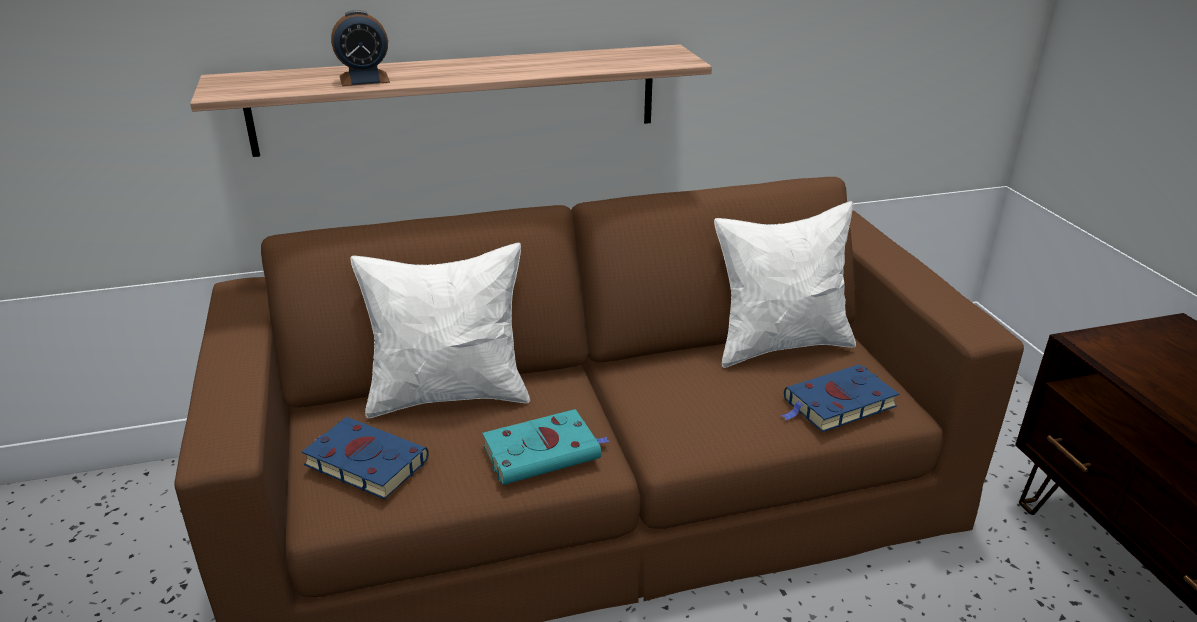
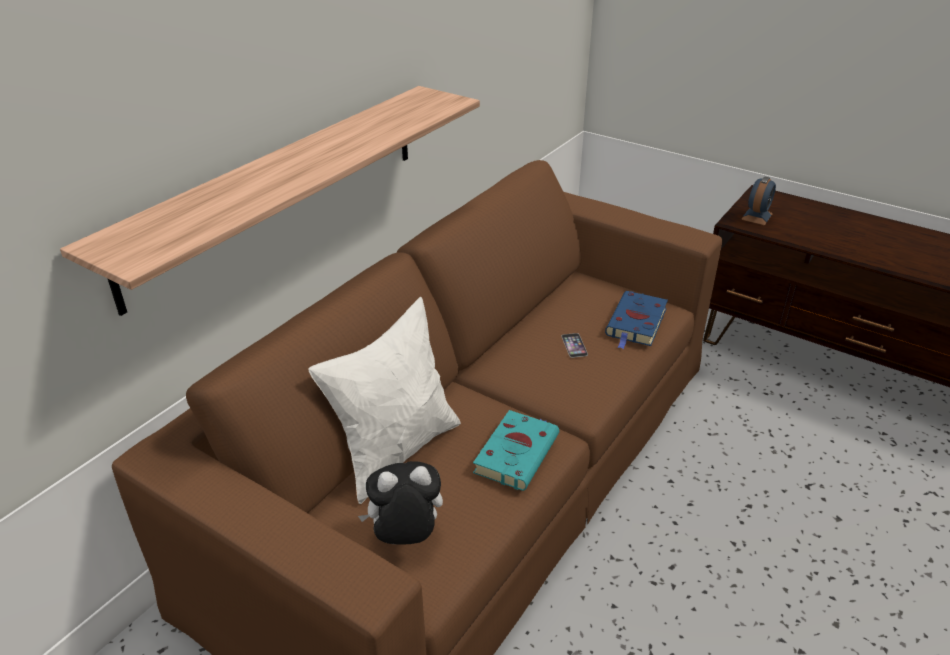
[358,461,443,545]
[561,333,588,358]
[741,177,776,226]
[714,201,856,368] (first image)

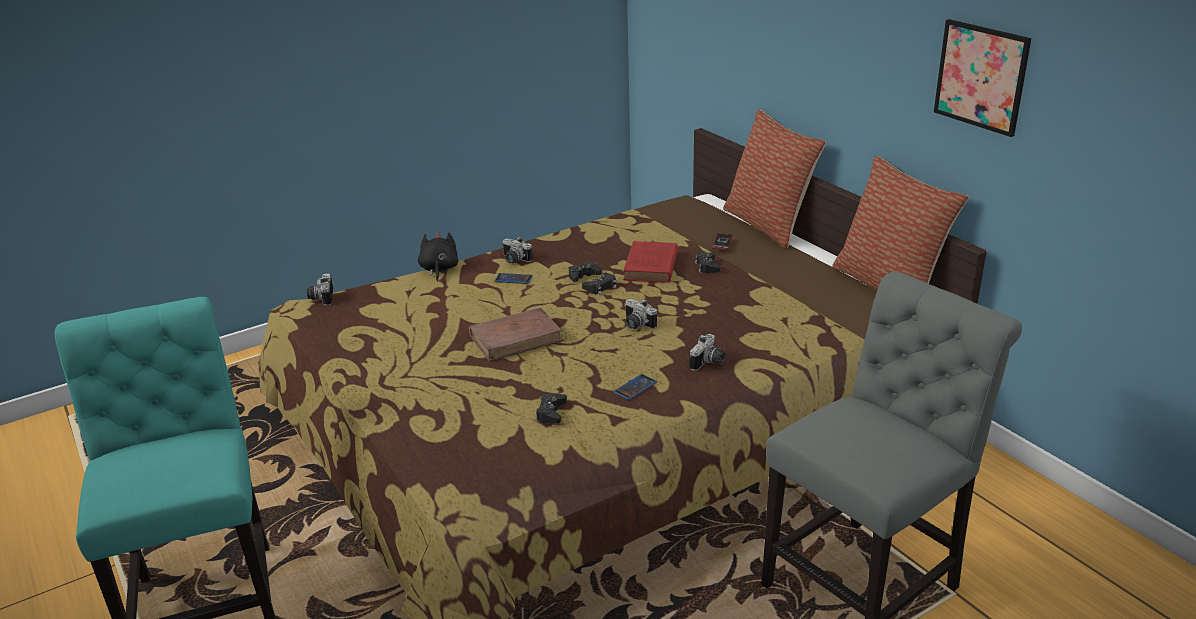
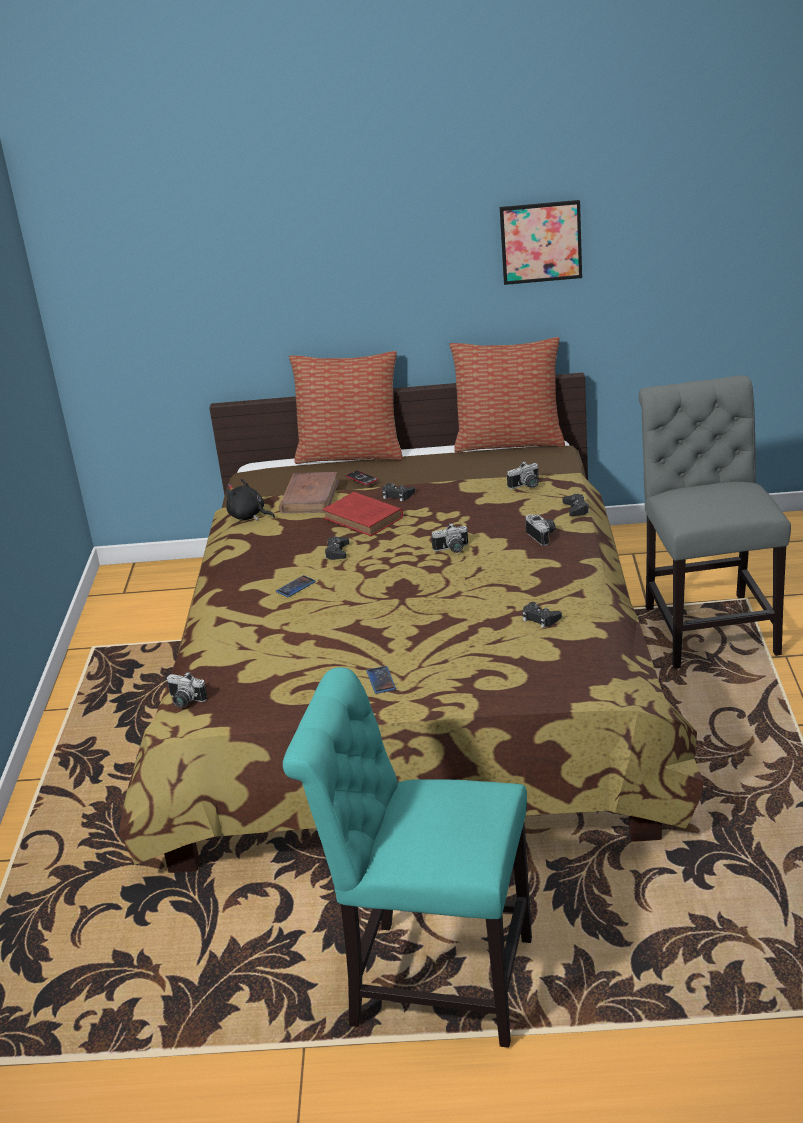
[226,478,275,521]
[279,472,340,513]
[367,666,396,694]
[507,461,539,489]
[563,494,590,516]

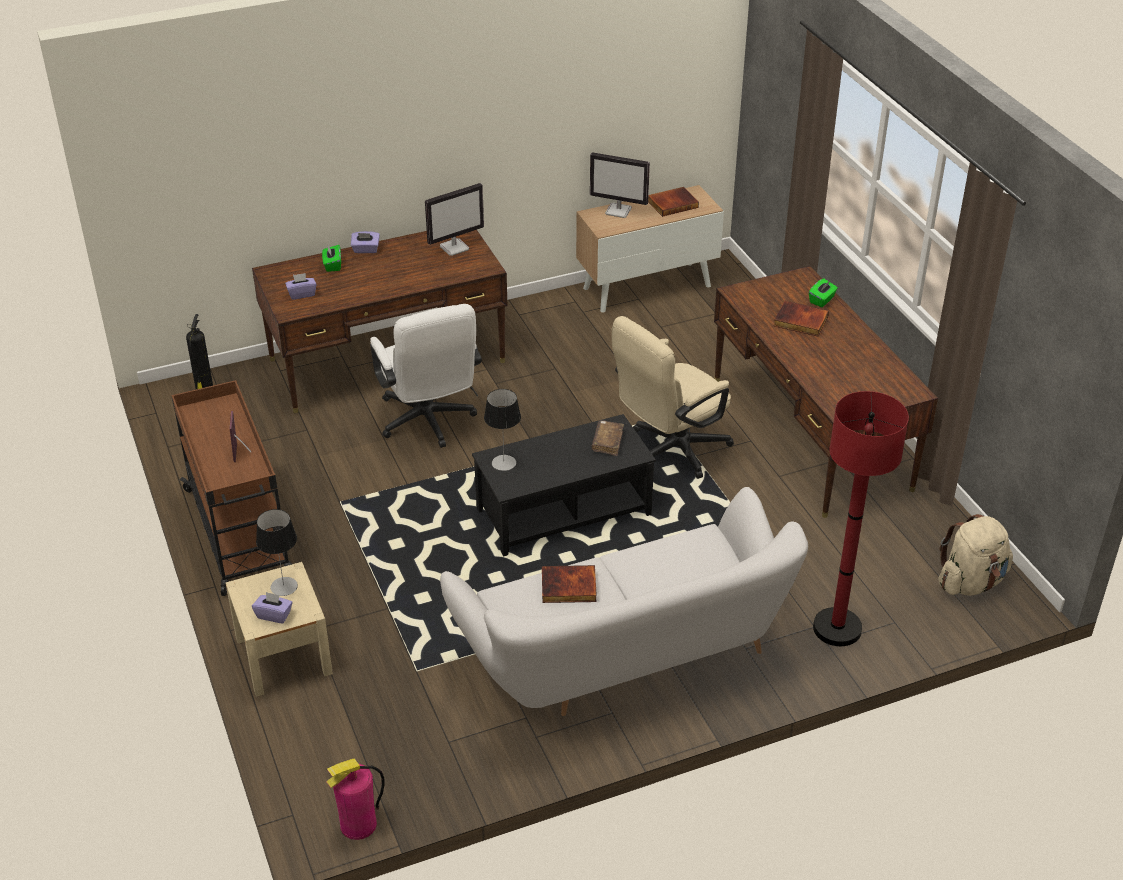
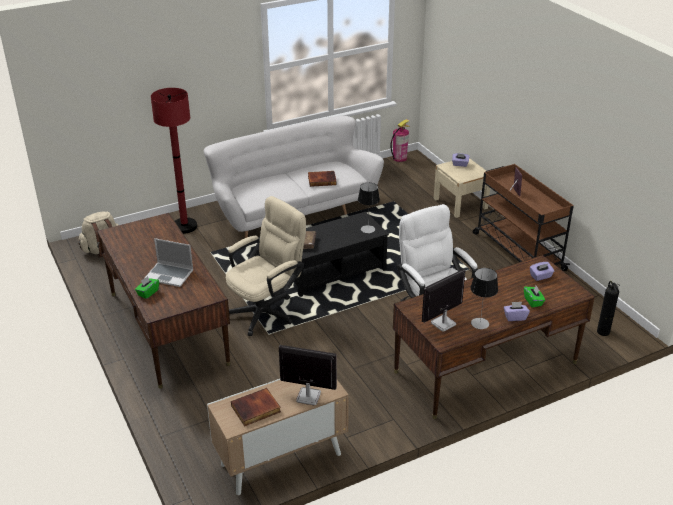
[145,238,193,287]
[470,268,498,329]

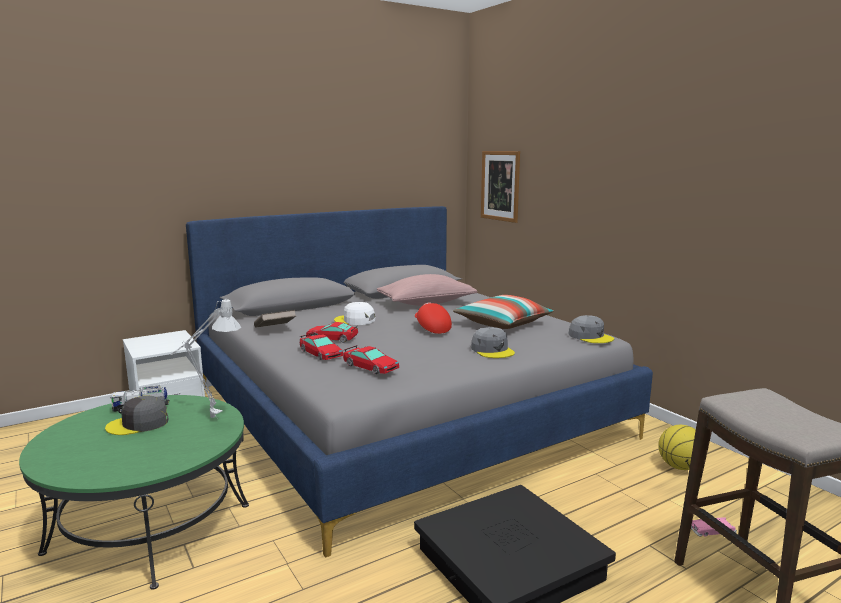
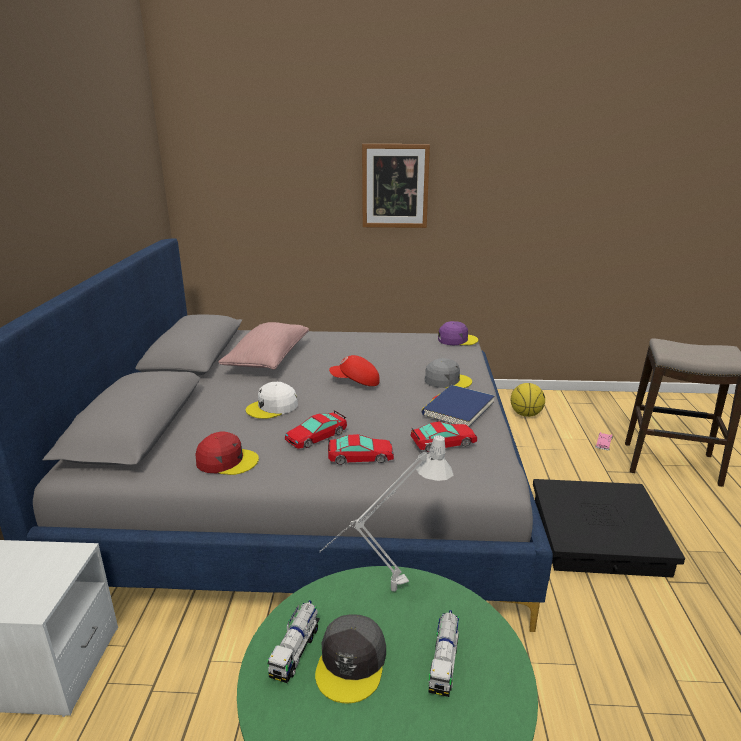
[196,432,259,475]
[362,144,430,228]
[422,385,495,427]
[428,610,459,697]
[438,321,478,345]
[453,295,554,329] (first image)

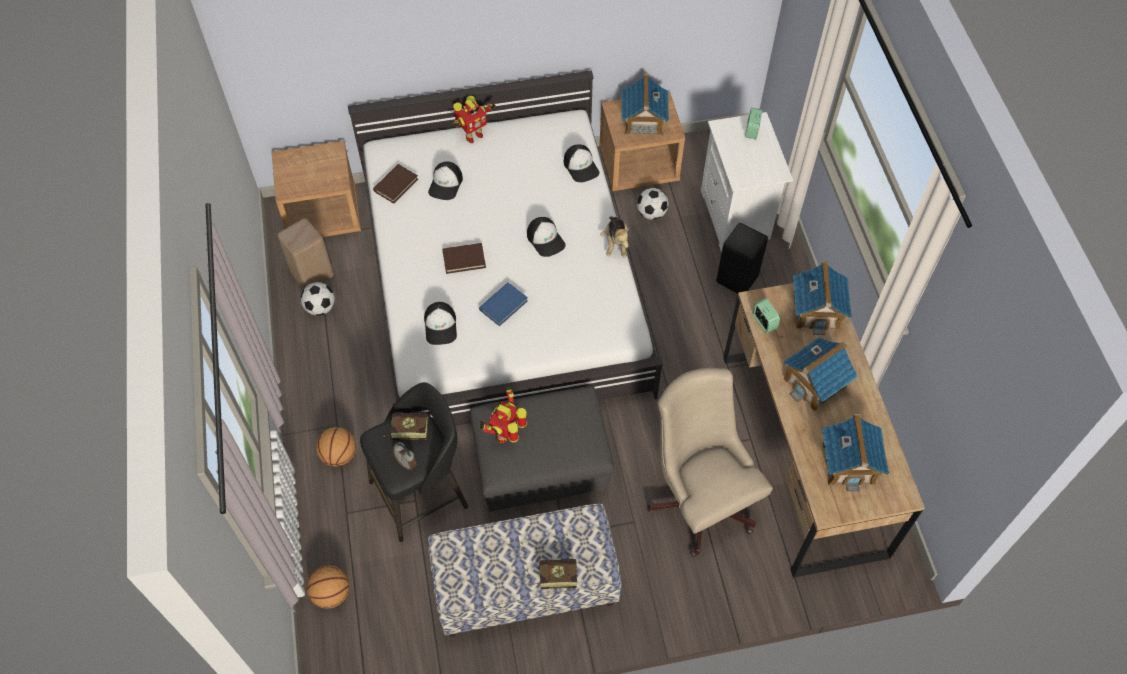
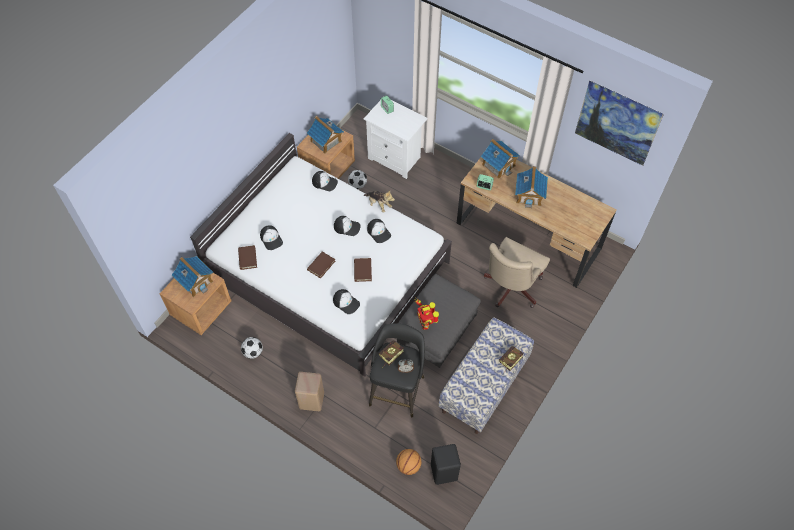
[172,256,213,297]
[295,372,324,411]
[354,258,372,282]
[367,219,391,243]
[431,444,461,485]
[484,237,550,308]
[575,80,664,166]
[316,427,356,466] (first image)
[453,96,496,143] (first image)

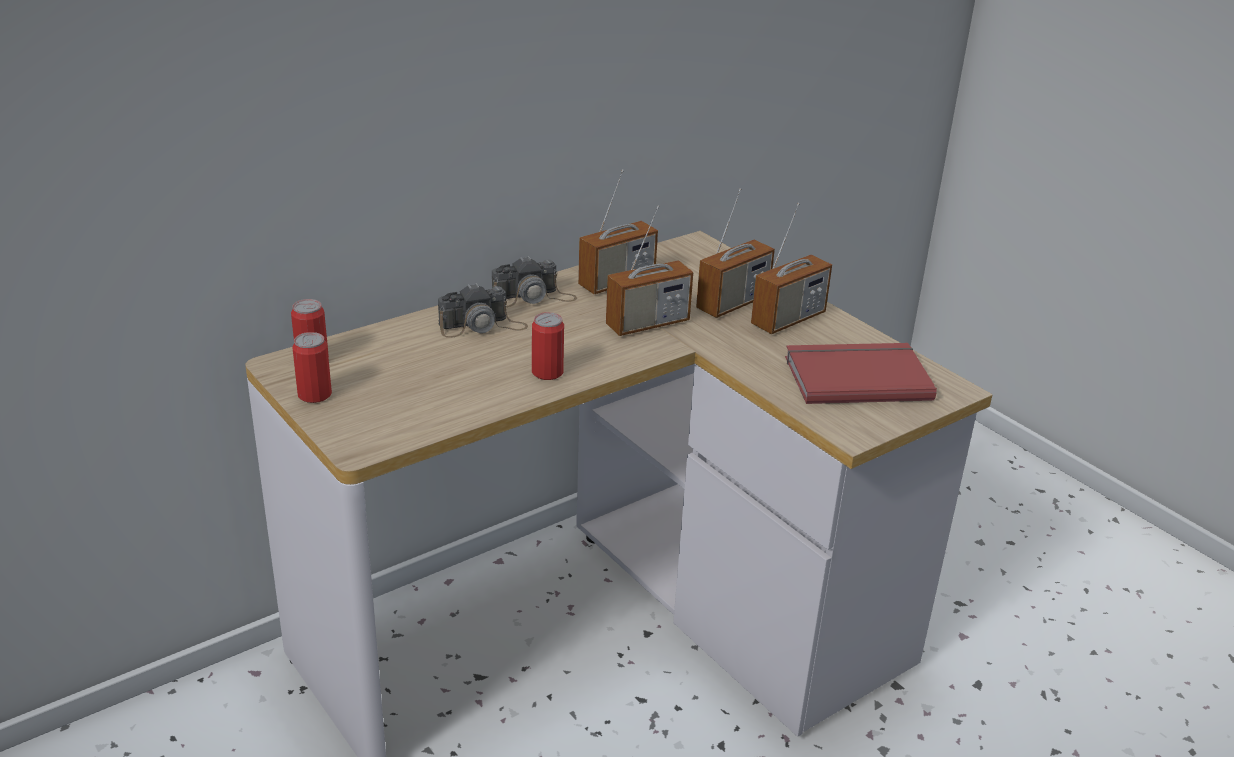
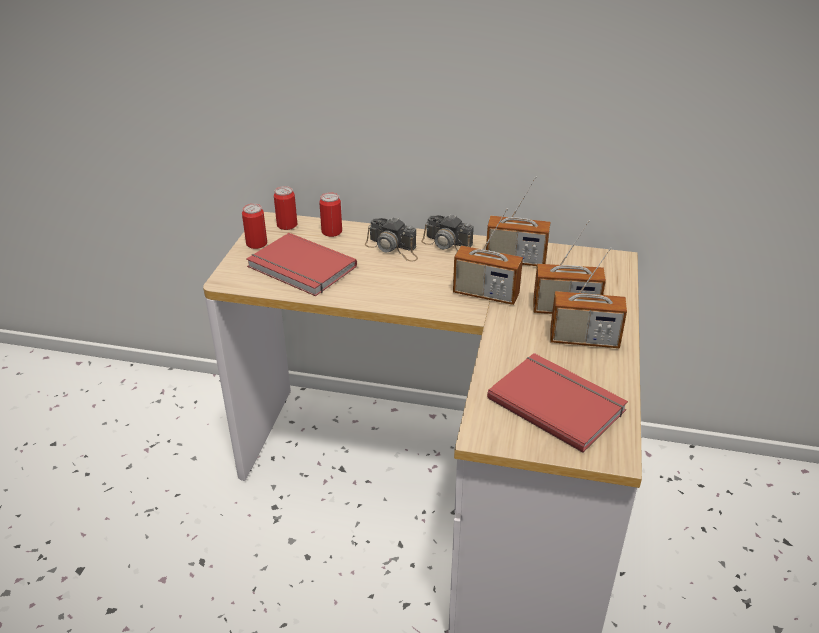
[246,233,357,296]
[319,193,342,237]

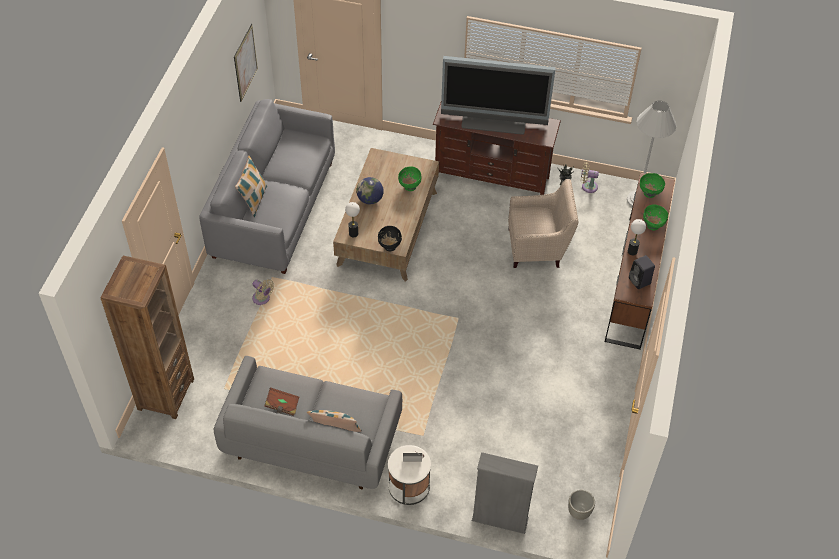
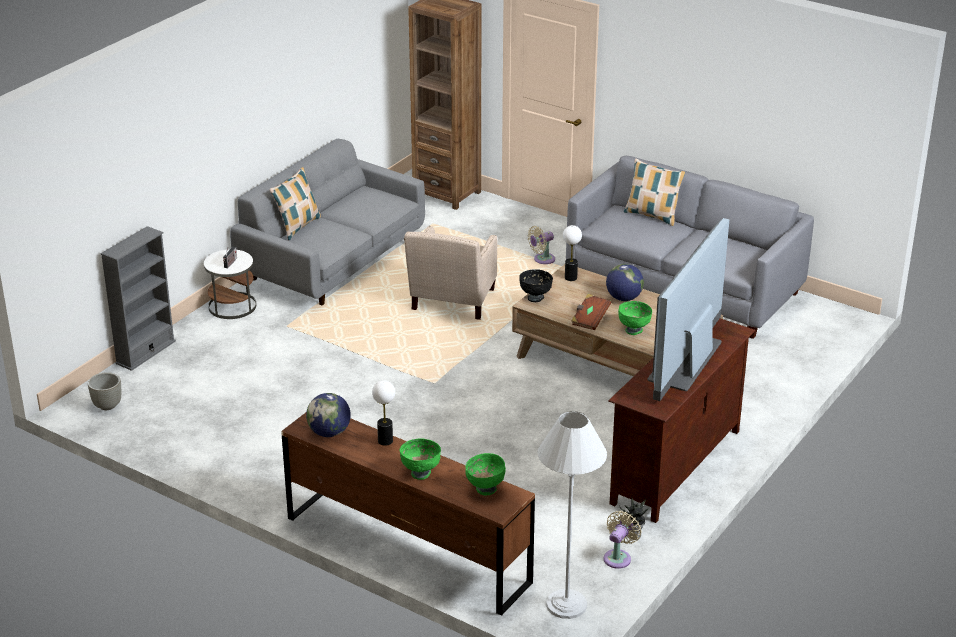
[306,393,351,437]
[404,226,497,320]
[571,294,611,330]
[234,24,258,102] (first image)

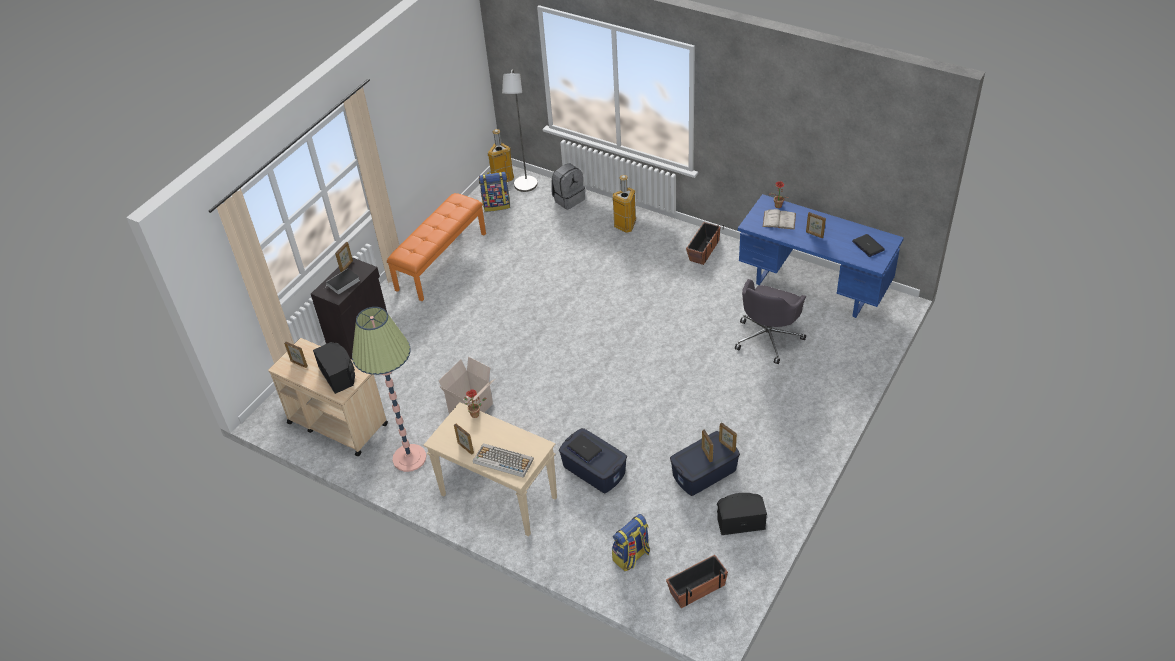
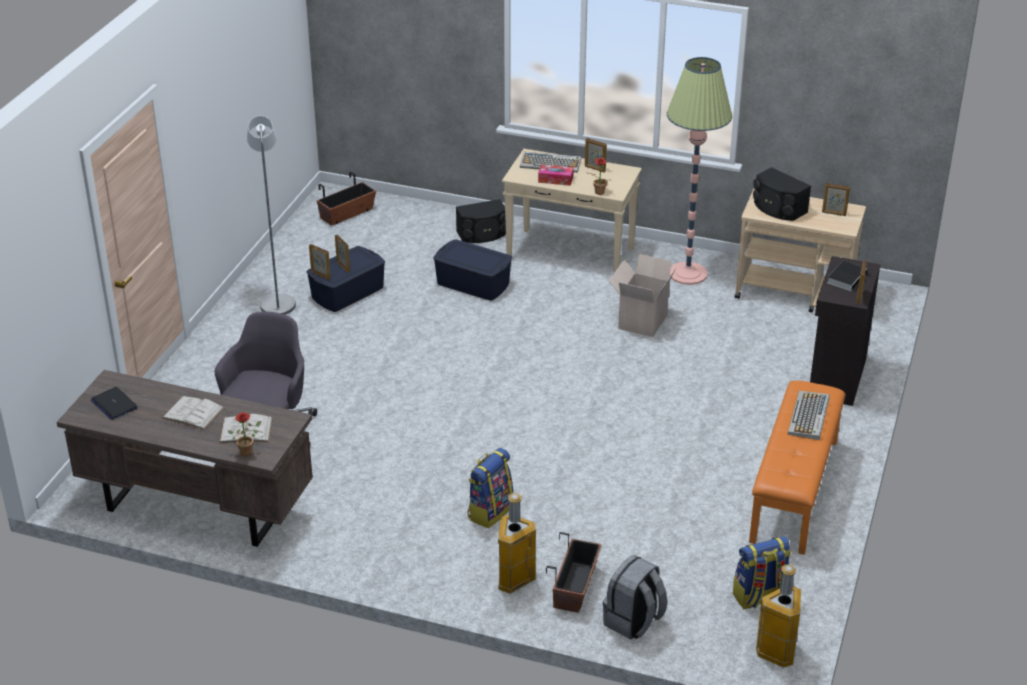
[57,370,313,547]
[162,396,224,430]
[247,116,296,315]
[456,199,506,243]
[467,448,513,528]
[538,164,574,186]
[546,532,602,613]
[788,391,830,440]
[567,434,603,463] (first image)

